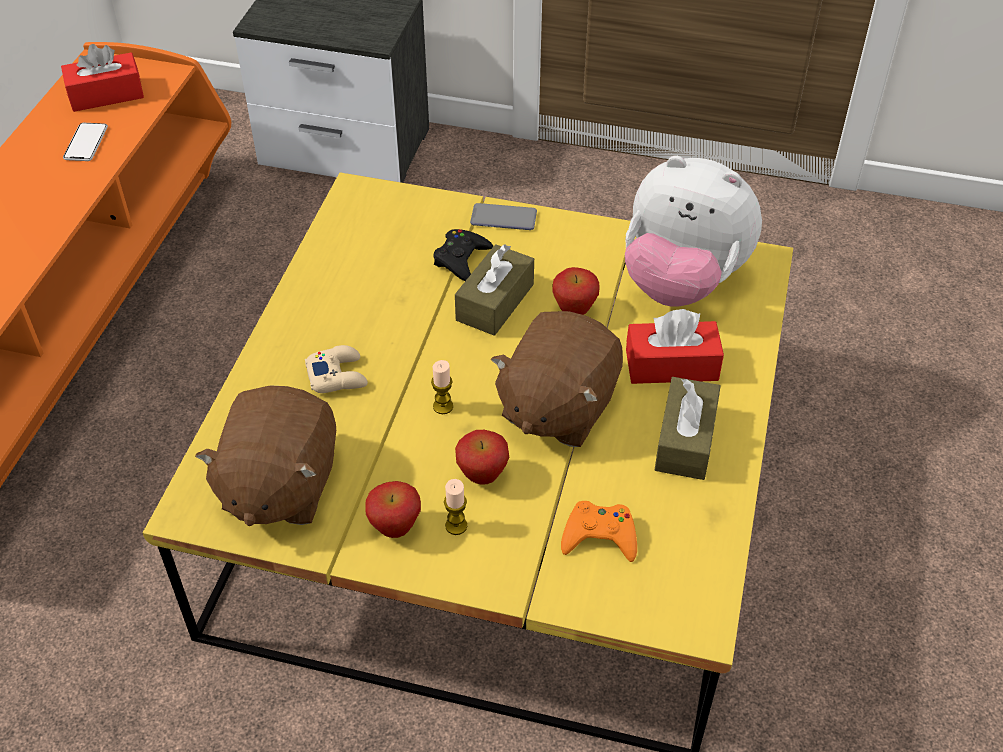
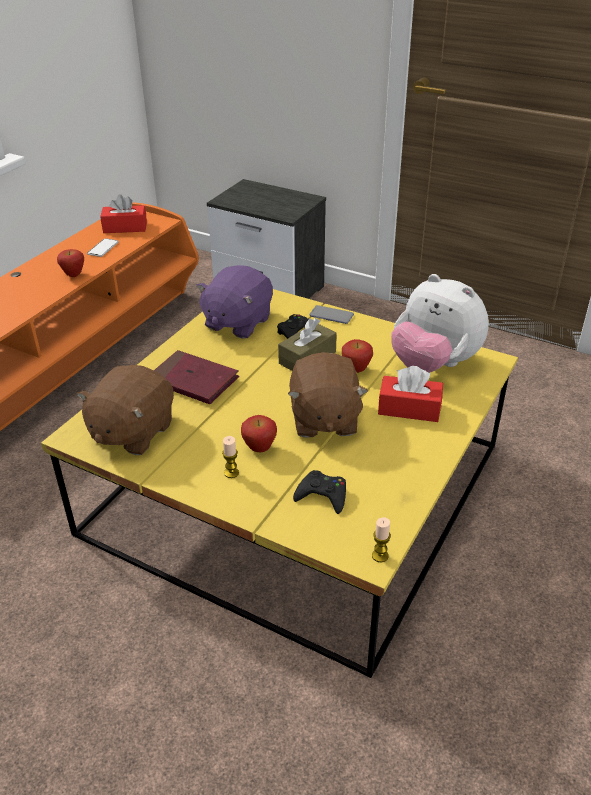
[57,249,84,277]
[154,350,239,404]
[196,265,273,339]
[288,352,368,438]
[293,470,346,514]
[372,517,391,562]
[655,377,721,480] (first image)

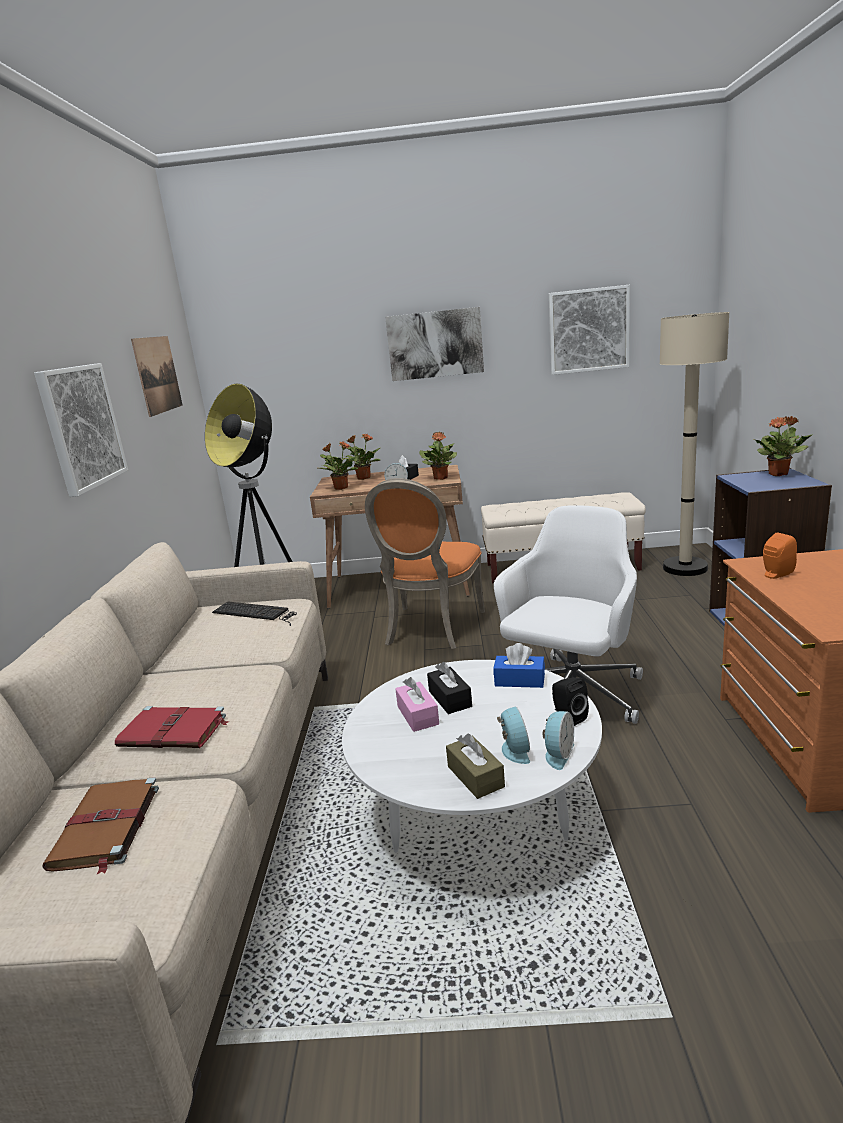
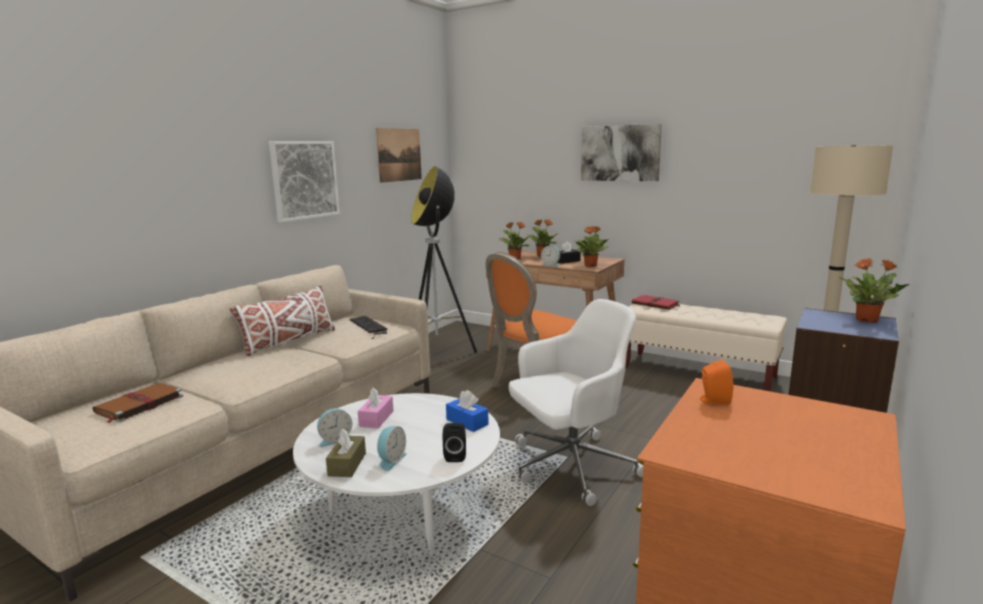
[229,285,335,356]
[317,408,352,447]
[632,294,681,310]
[427,662,472,714] (first image)
[549,285,630,375] (first image)

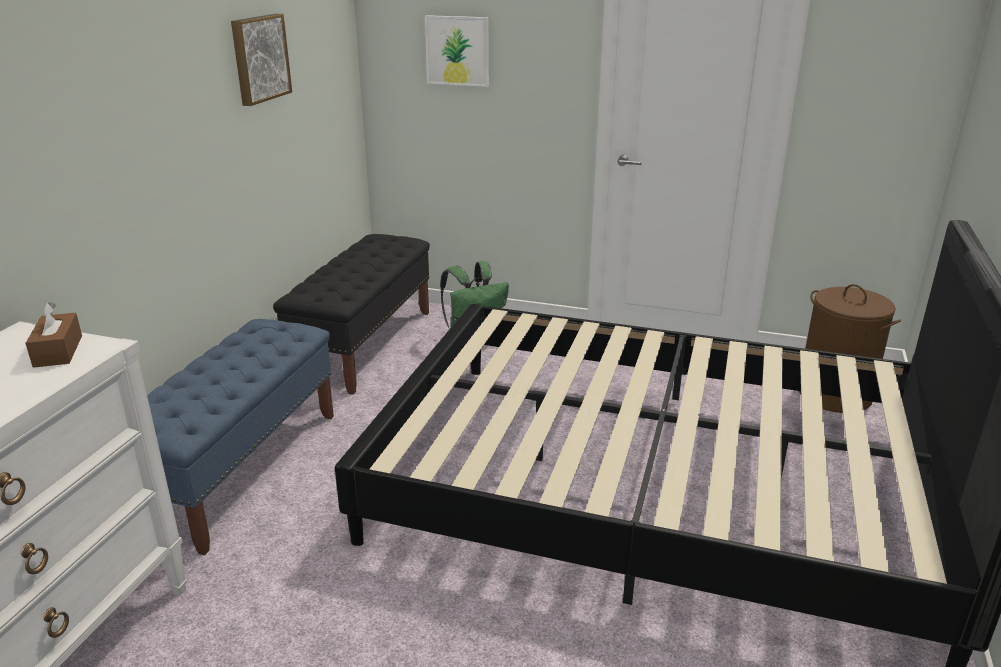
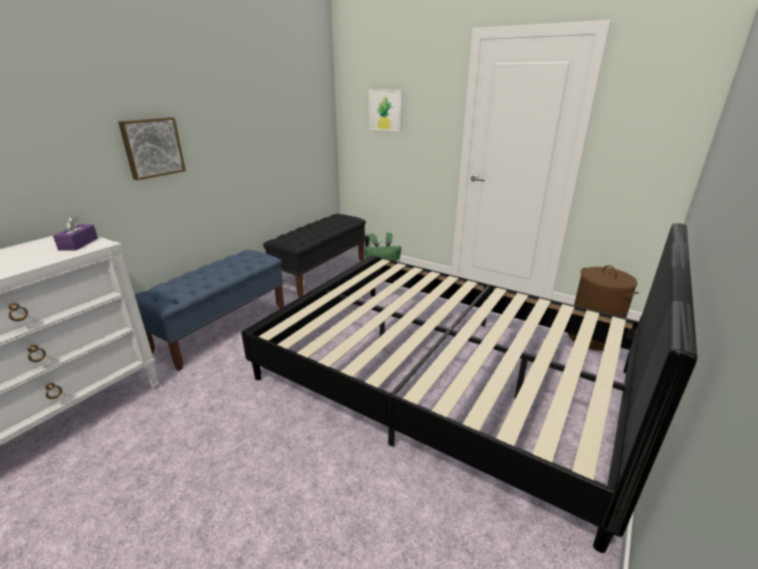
[53,216,98,250]
[118,117,186,180]

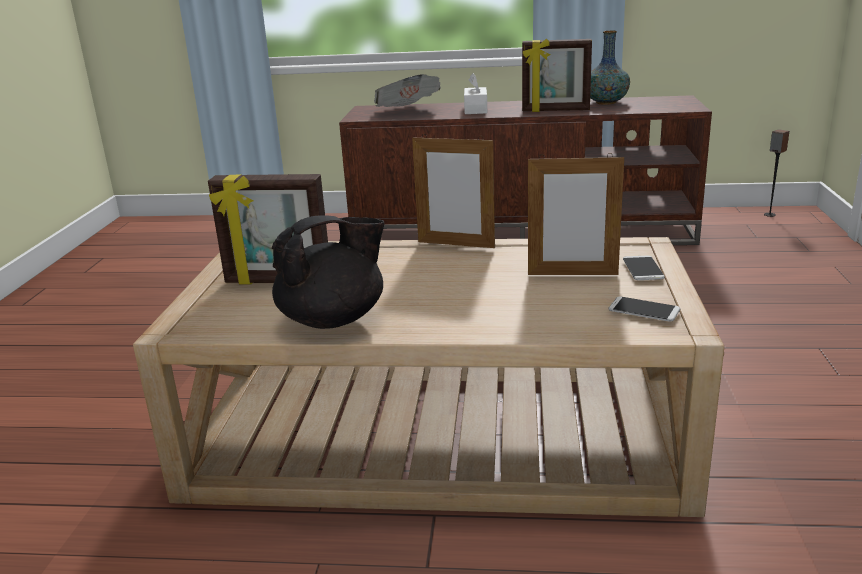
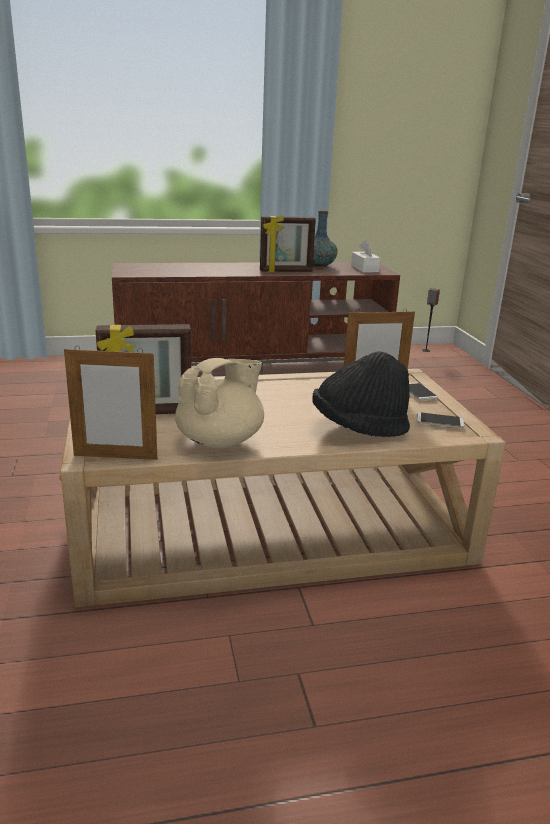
[64,346,157,460]
[175,358,264,448]
[312,351,410,437]
[351,241,381,273]
[374,74,441,107] (first image)

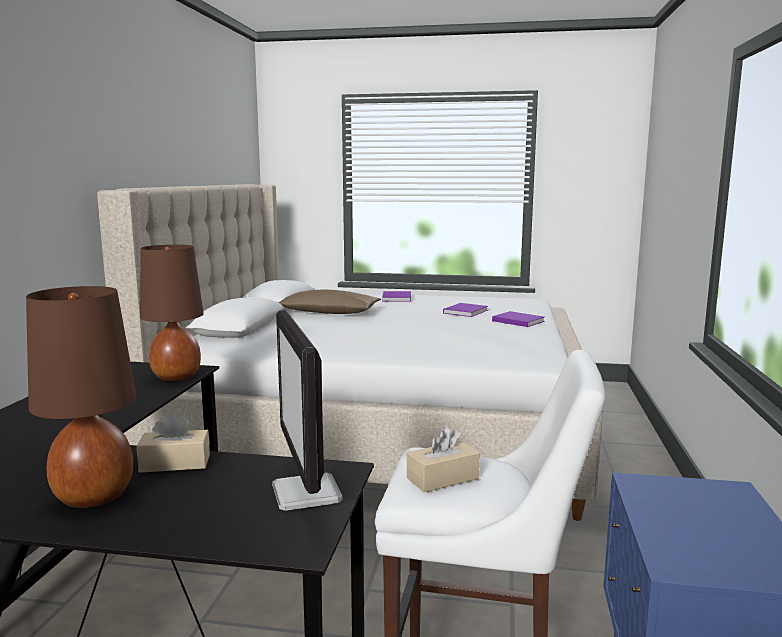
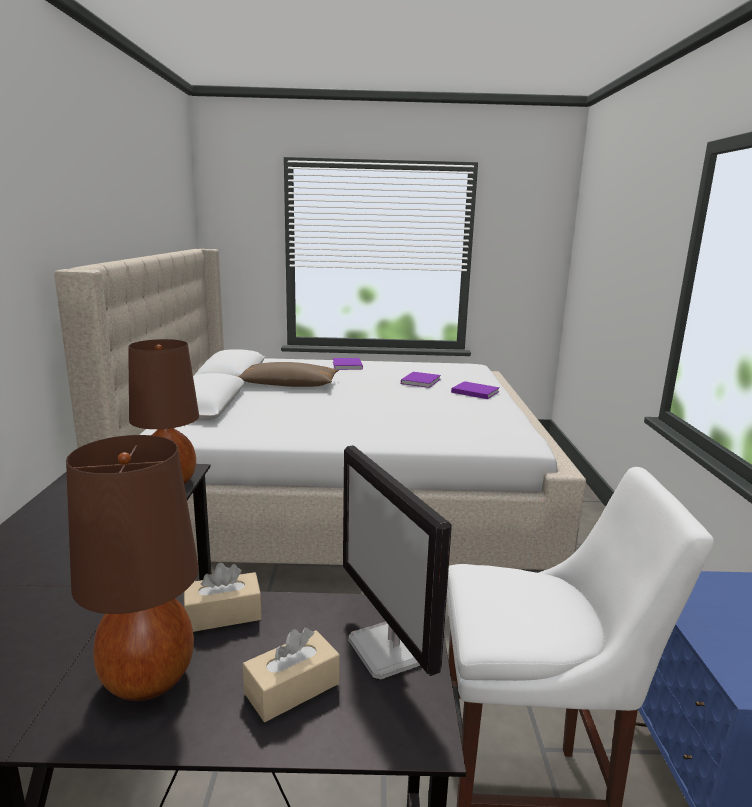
[243,628,340,722]

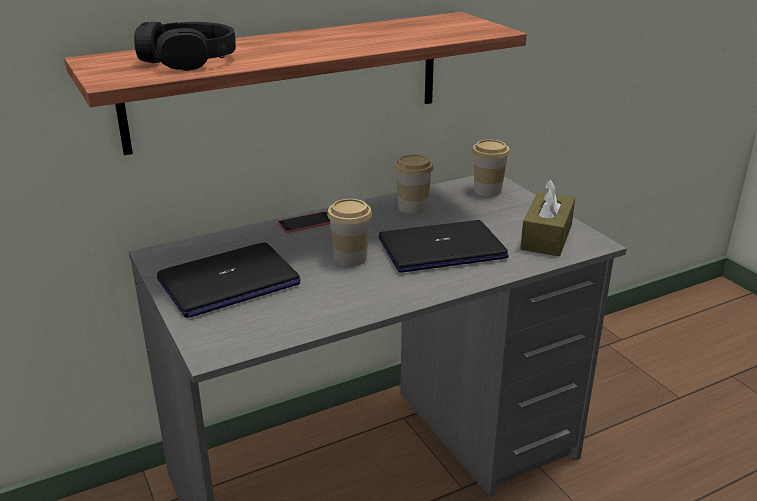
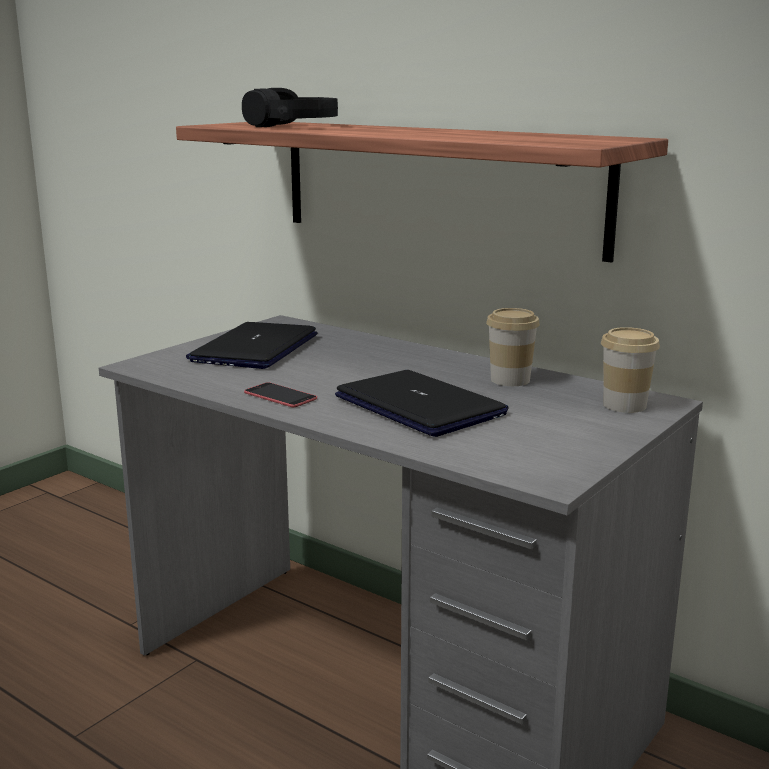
[186,322,317,369]
[244,382,317,407]
[327,199,372,267] (first image)
[520,179,575,256] (first image)

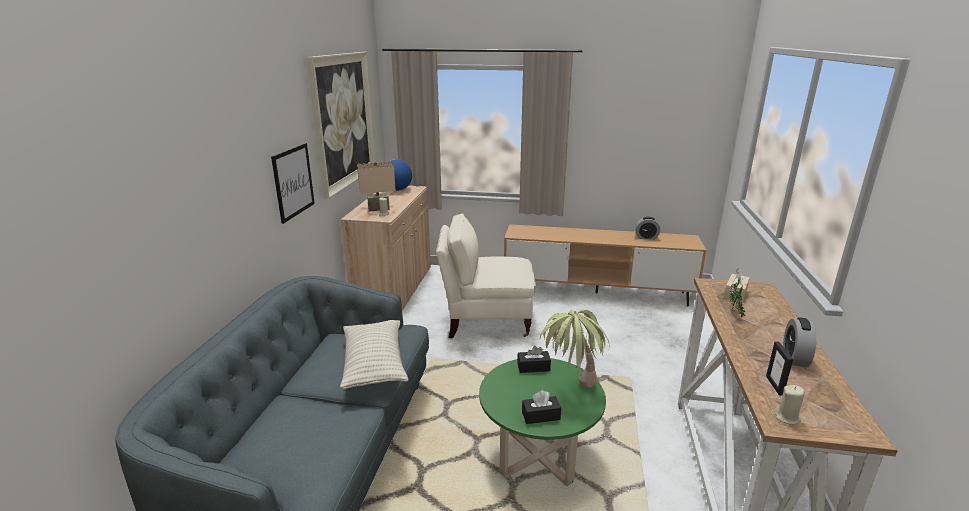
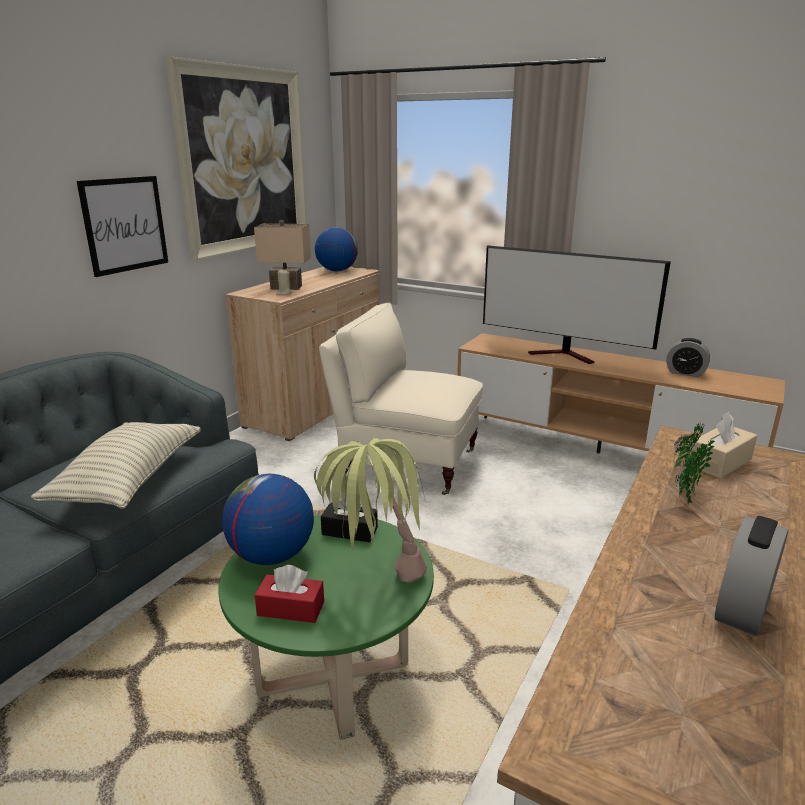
[222,474,314,565]
[255,565,324,623]
[483,245,671,364]
[766,341,793,395] (first image)
[775,385,805,425] (first image)

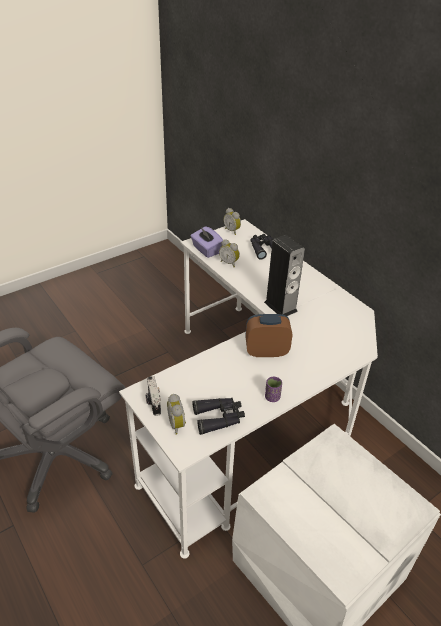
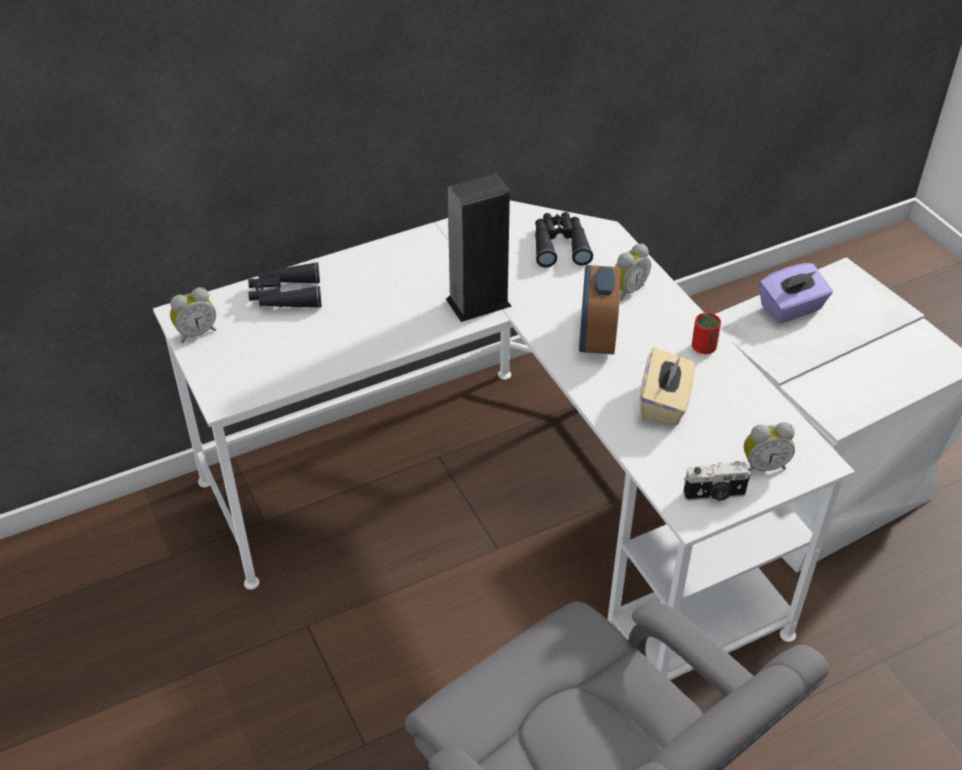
[535,212,593,267]
[615,244,651,301]
[640,347,695,425]
[692,313,721,354]
[759,263,833,323]

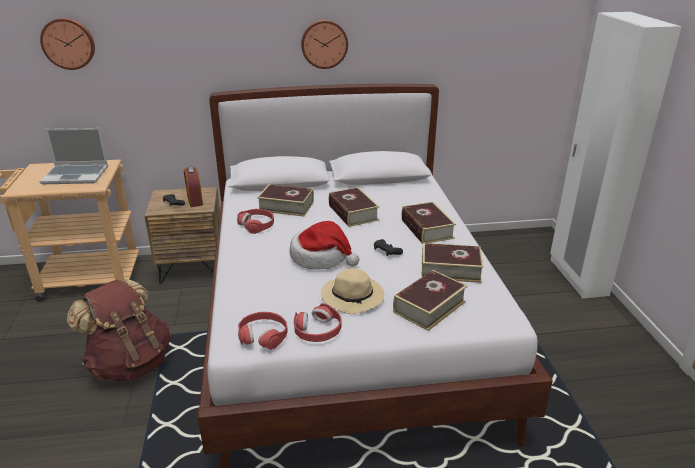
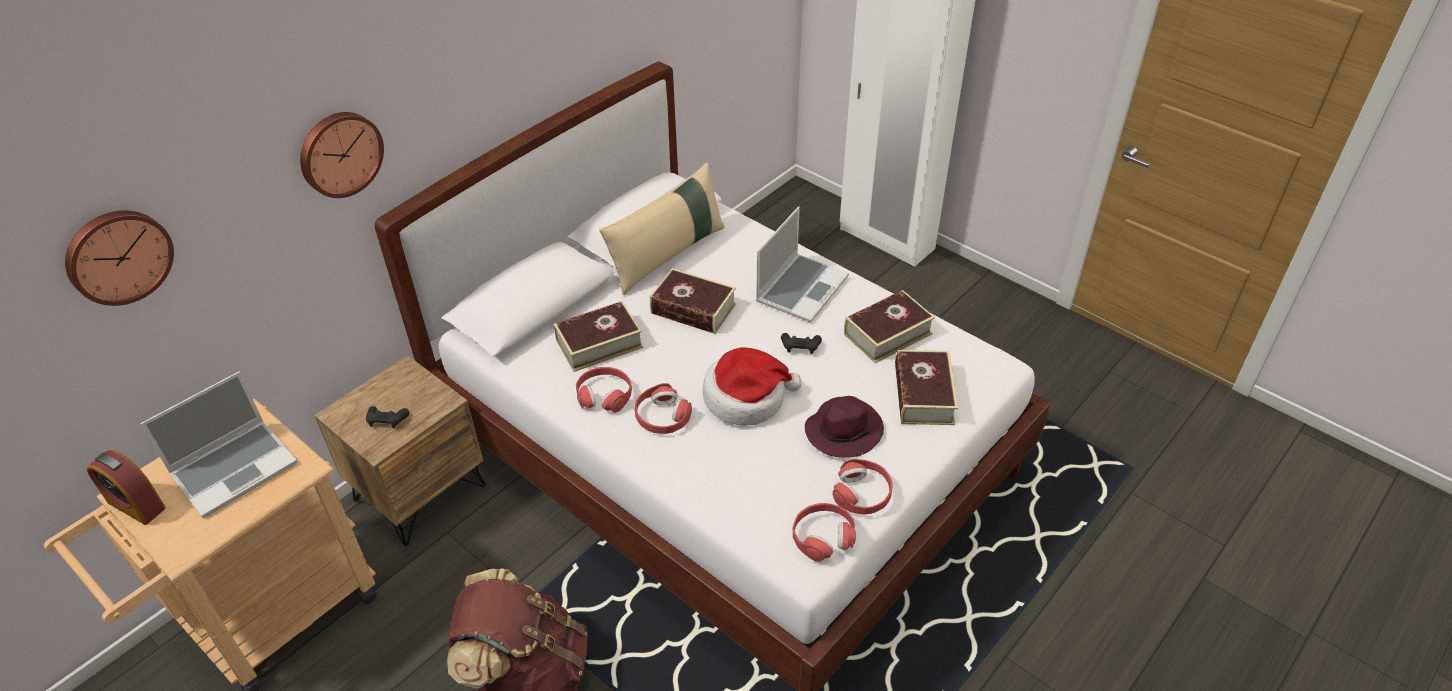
[87,450,166,525]
[300,112,384,198]
[599,162,725,295]
[635,383,692,434]
[756,207,849,323]
[805,396,884,458]

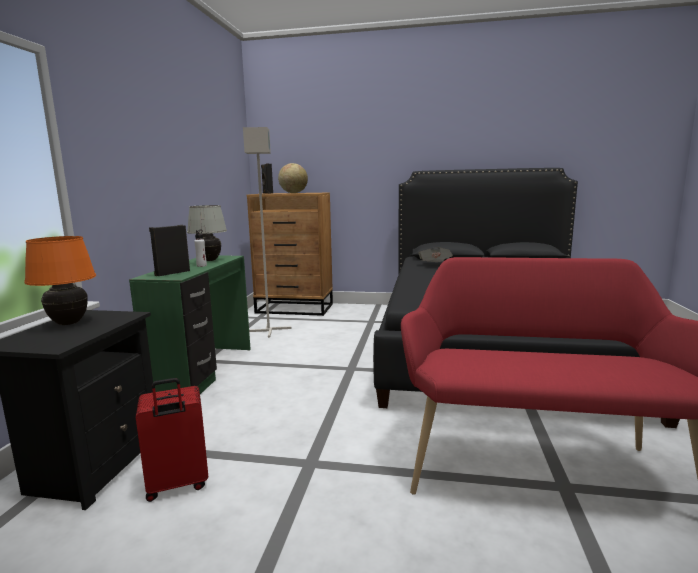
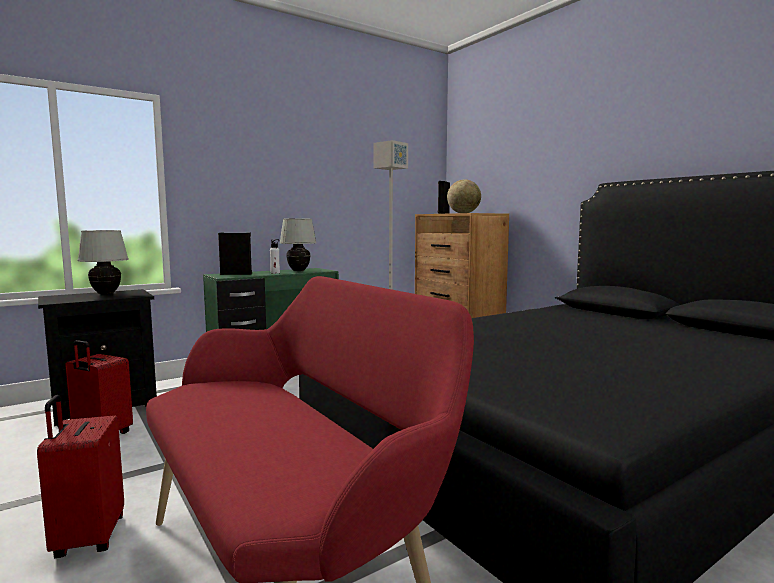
[37,395,124,558]
[78,230,129,294]
[418,247,453,262] (first image)

